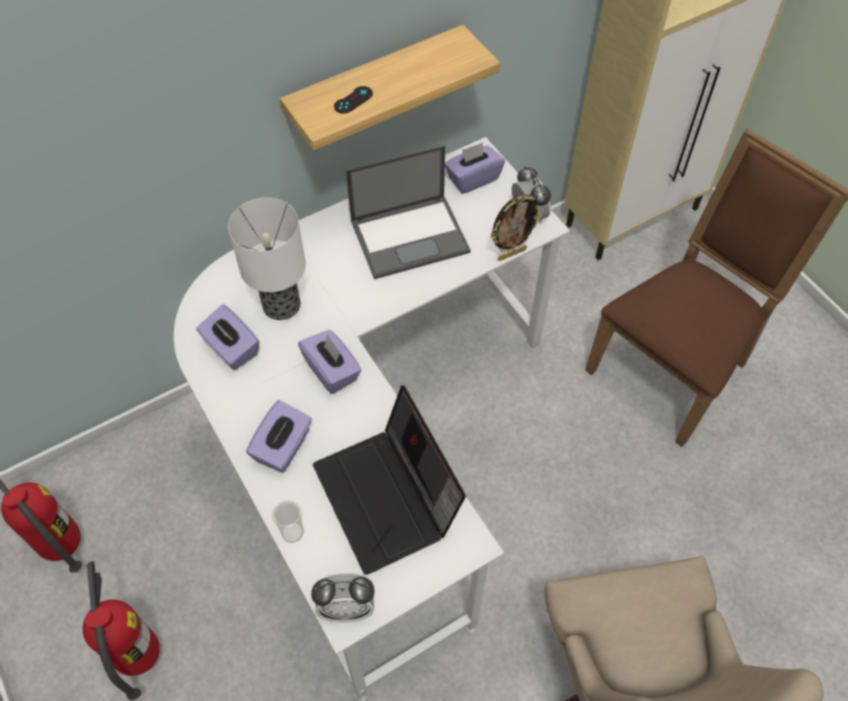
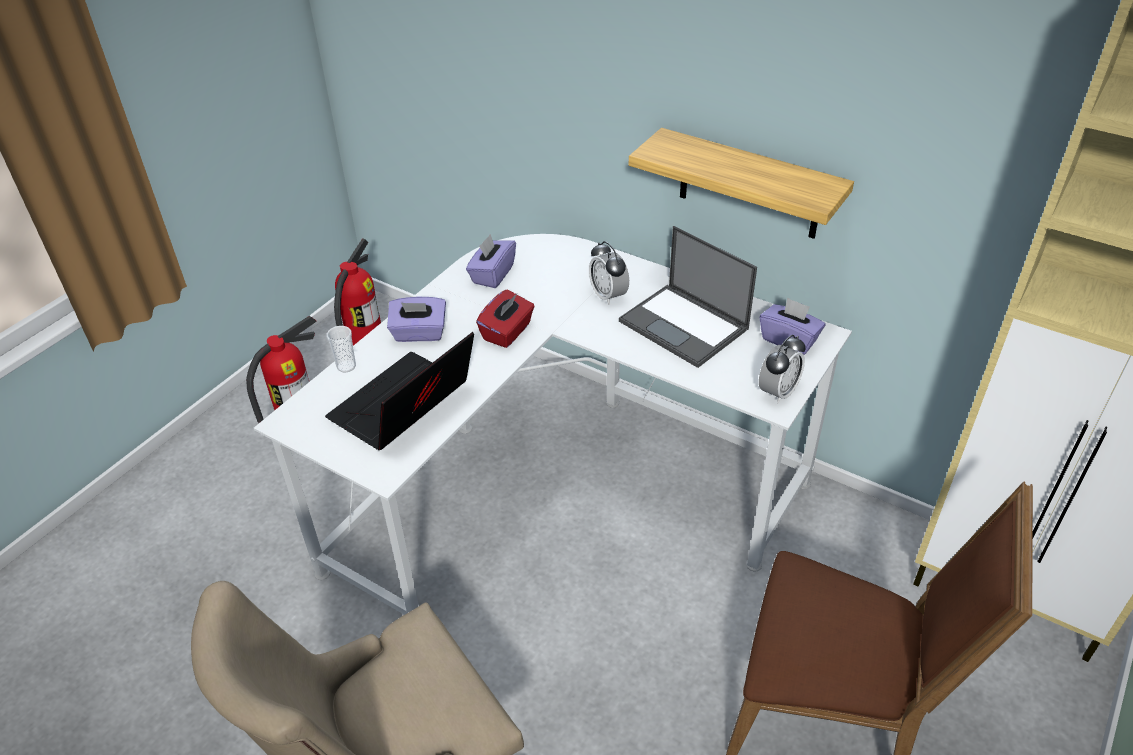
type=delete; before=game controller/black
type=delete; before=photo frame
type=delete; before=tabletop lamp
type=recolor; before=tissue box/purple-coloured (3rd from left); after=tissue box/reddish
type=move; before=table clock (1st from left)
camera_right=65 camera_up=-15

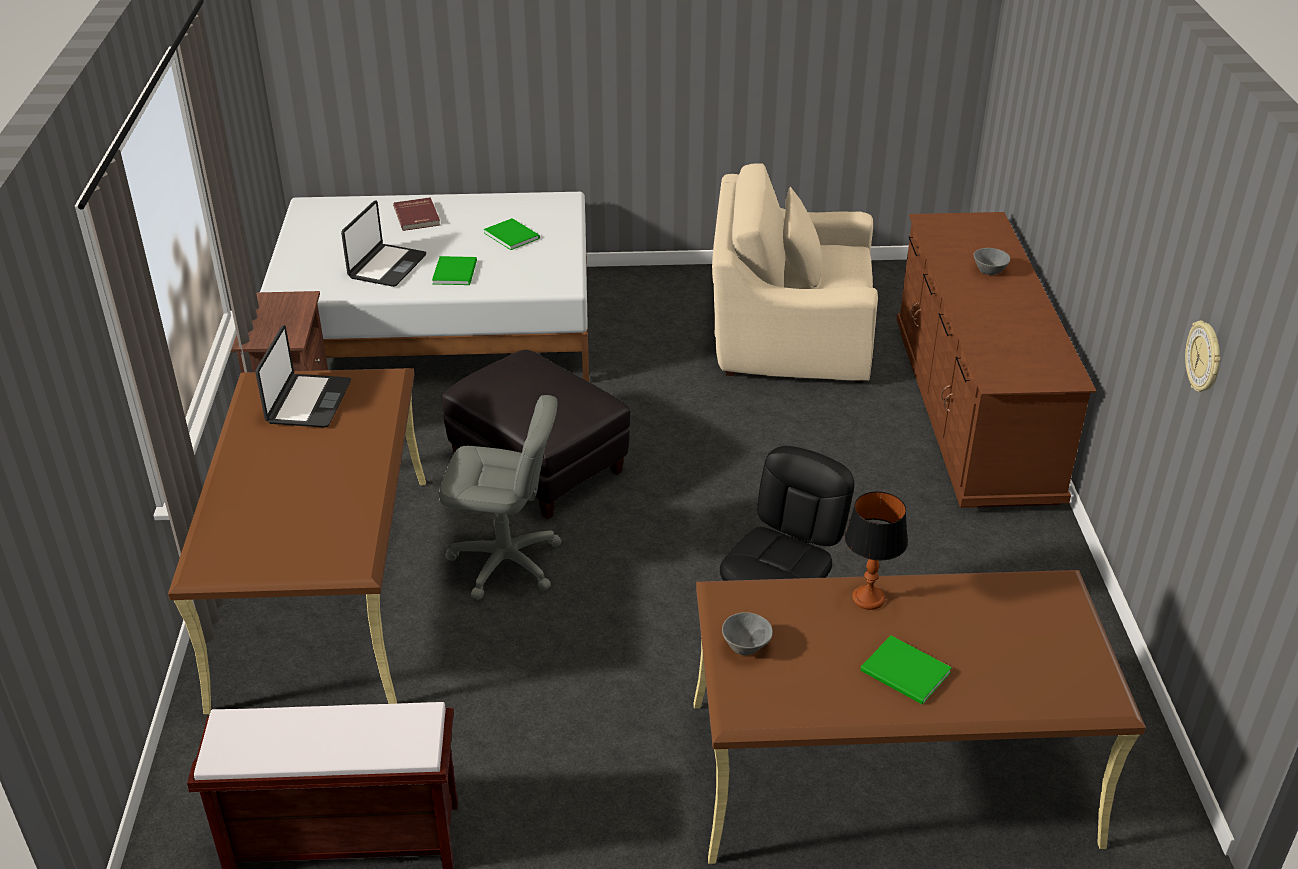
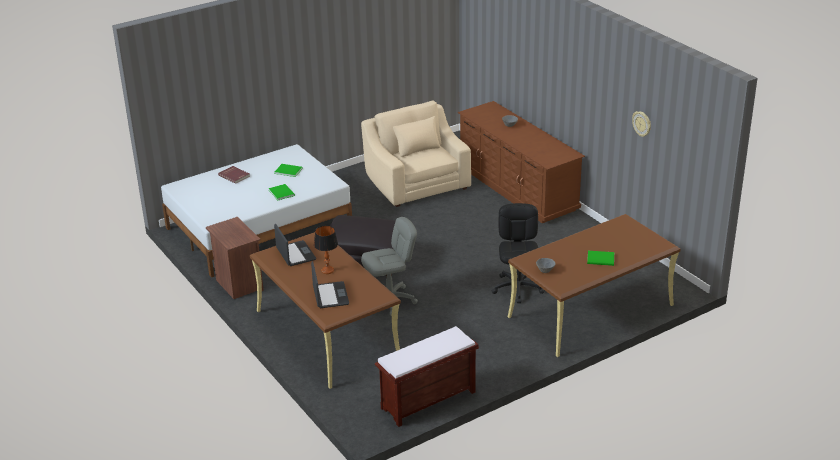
type=rotate; before=armchair/beige; turn=90
type=move; before=notebook computer (2nd from left)
type=move; before=tabletop lamp
camera_right=-30 camera_up=-5

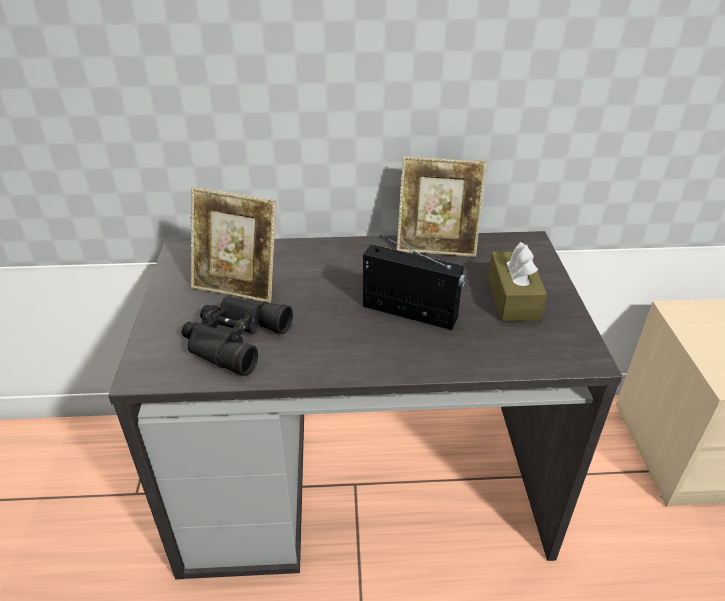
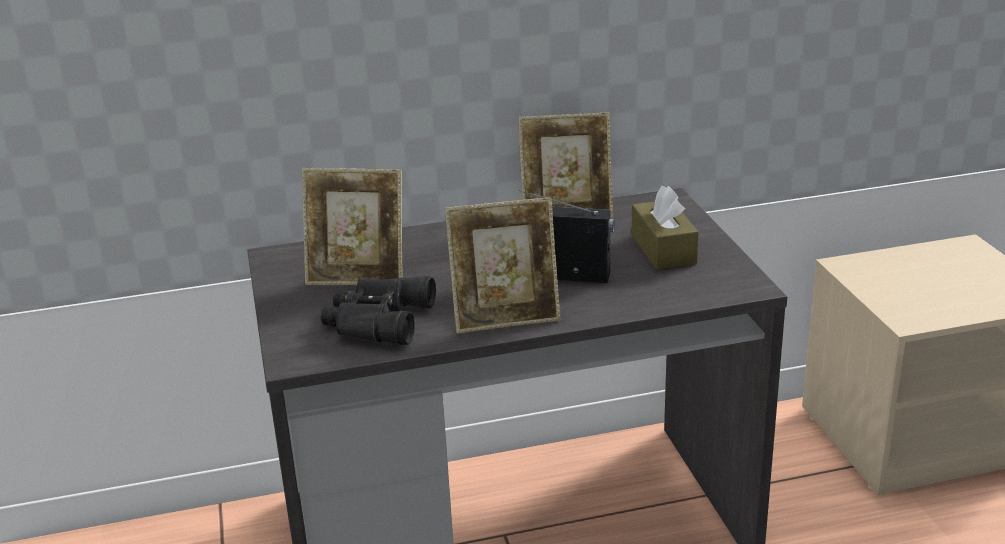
type=insert; after=photo frame (2nd from left)
camera_right=-10 camera_up=-10

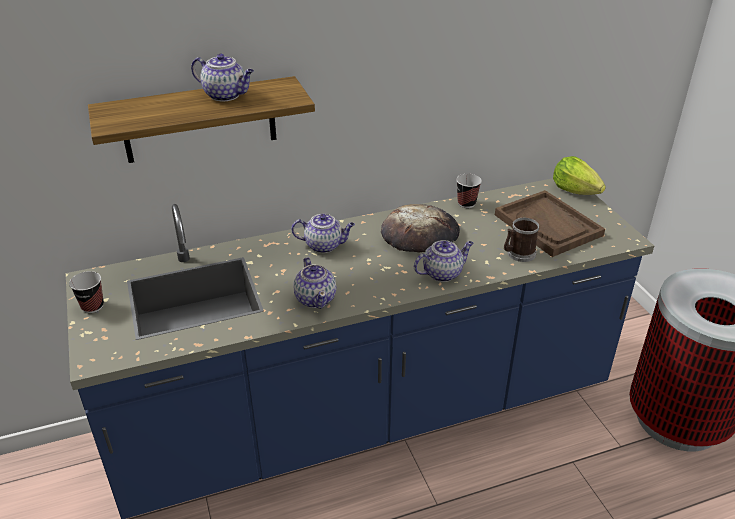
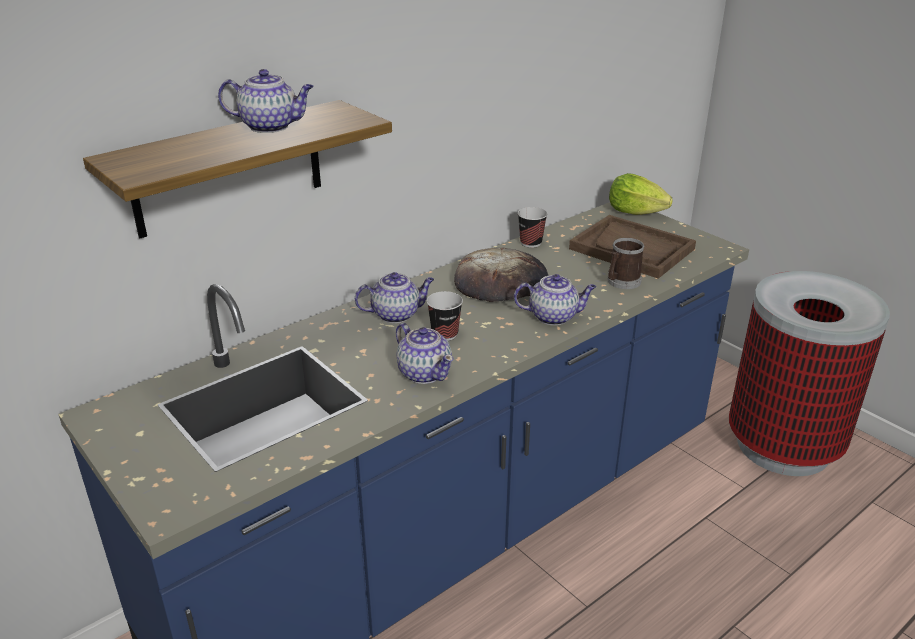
type=rotate; before=pot for tea (4th from left); turn=45
type=move; before=cup (1st from left)
camera_right=-20 camera_up=-5

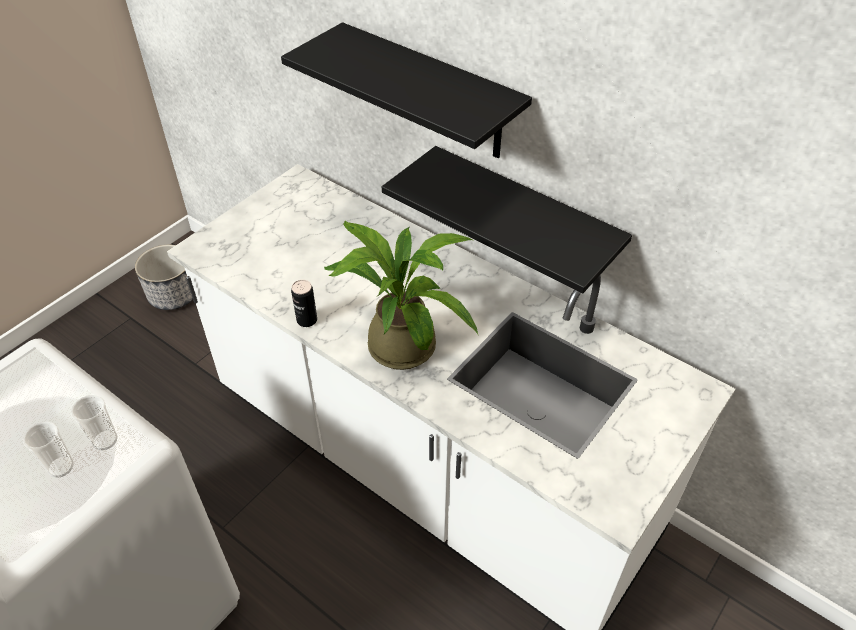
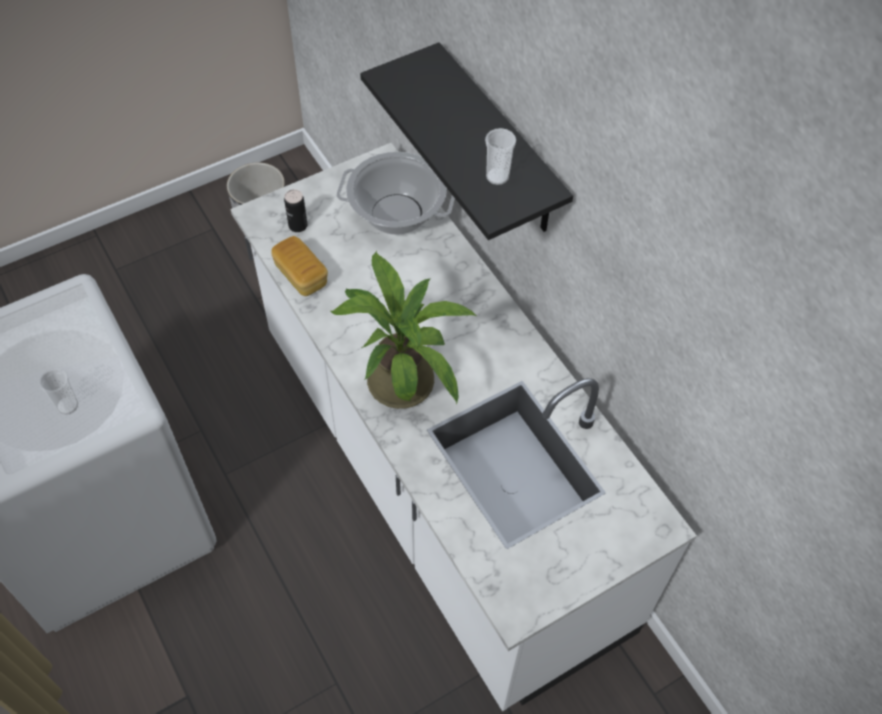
type=delete; before=wall shelf/black (2nd from left)
type=move; before=metal can
type=move; before=cup (2nd from left)
type=insert; after=stockpot
type=insert; after=baked bread
camera_right=20 camera_up=10

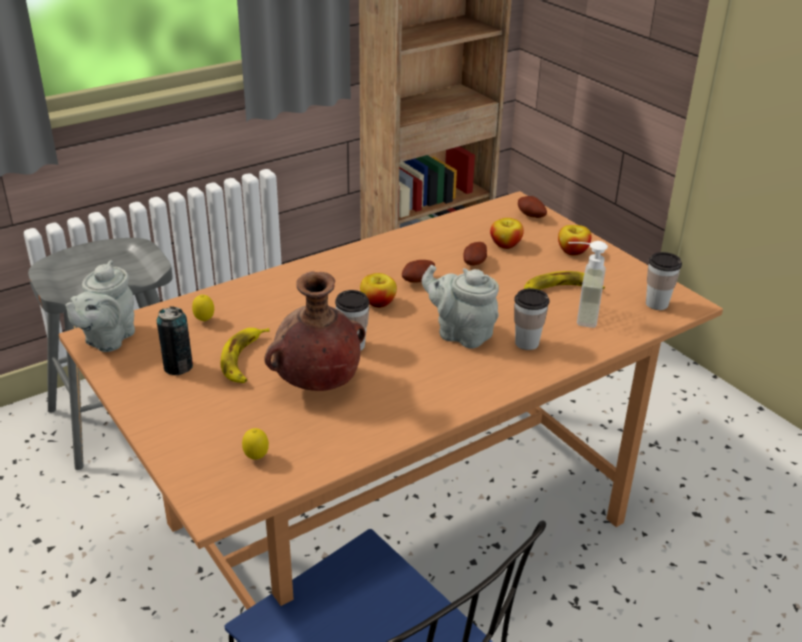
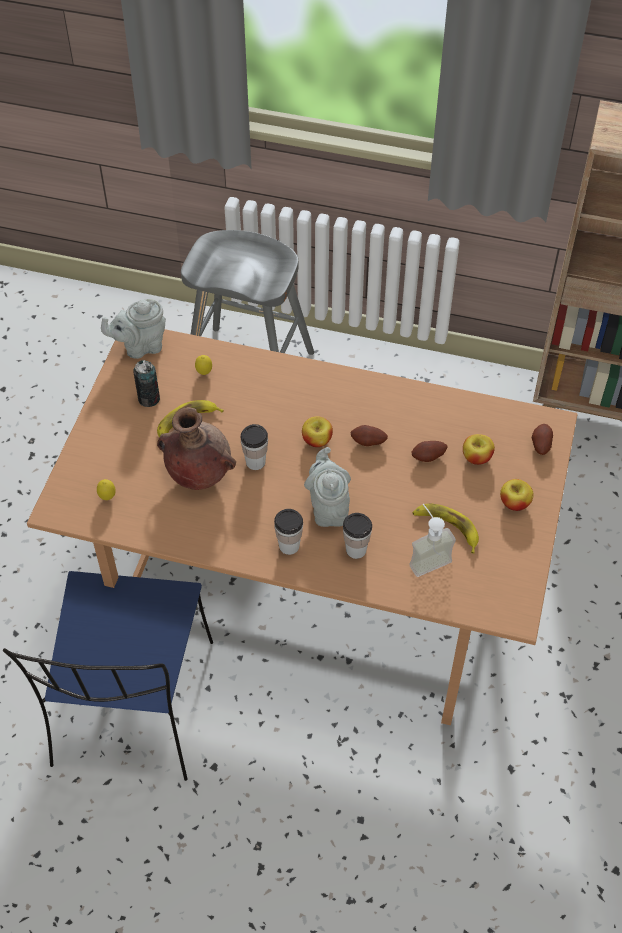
type=move; before=cup (3rd from left in the first image); after=cup (2nd from left)
camera_right=50 camera_up=20

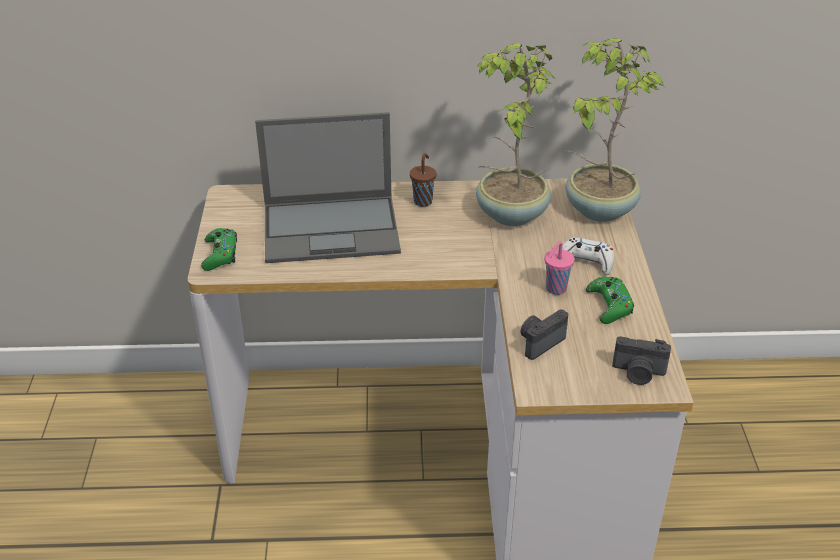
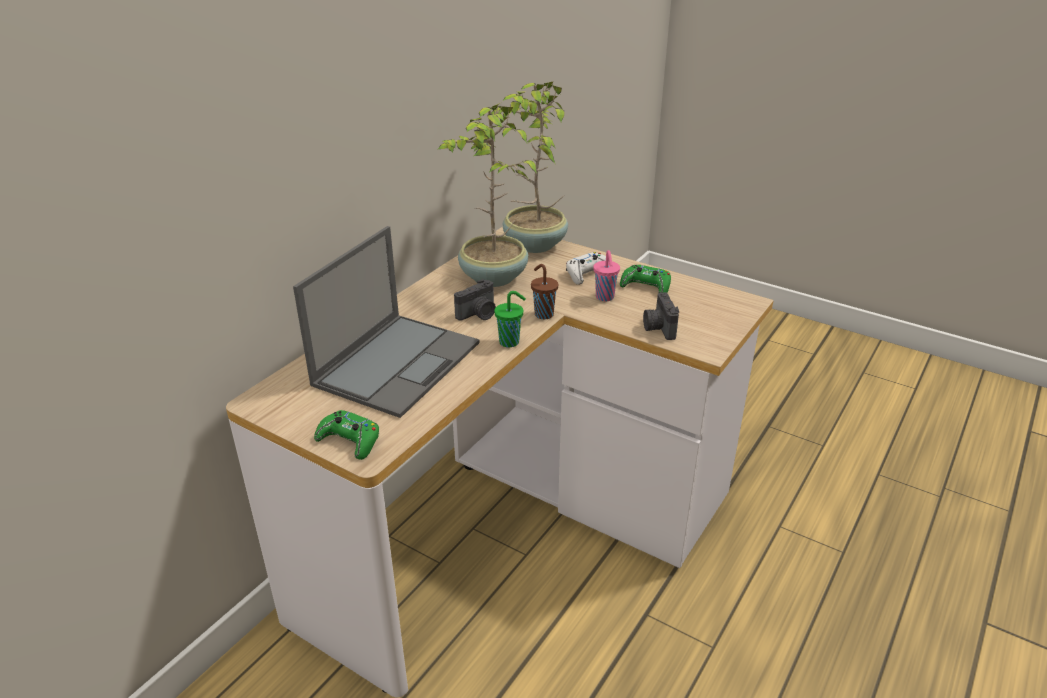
type=move; before=cup/brown-coloured
type=move; before=photo camera (2nd from left in the first image); after=photo camera (1st from left)
type=insert; after=cup/greenish
camera_right=-55 camera_up=-5

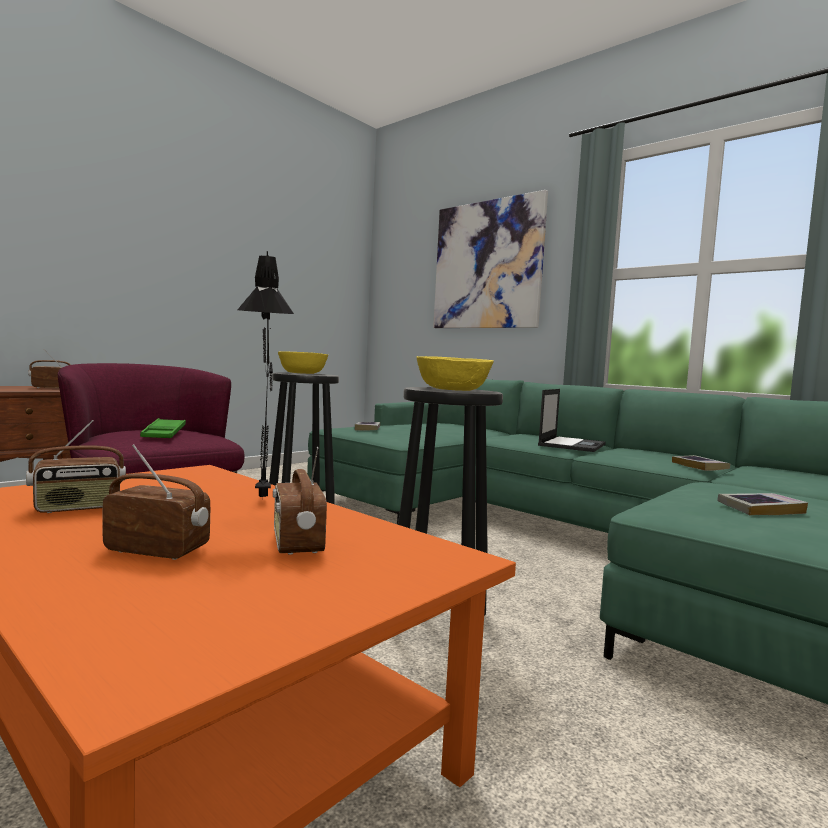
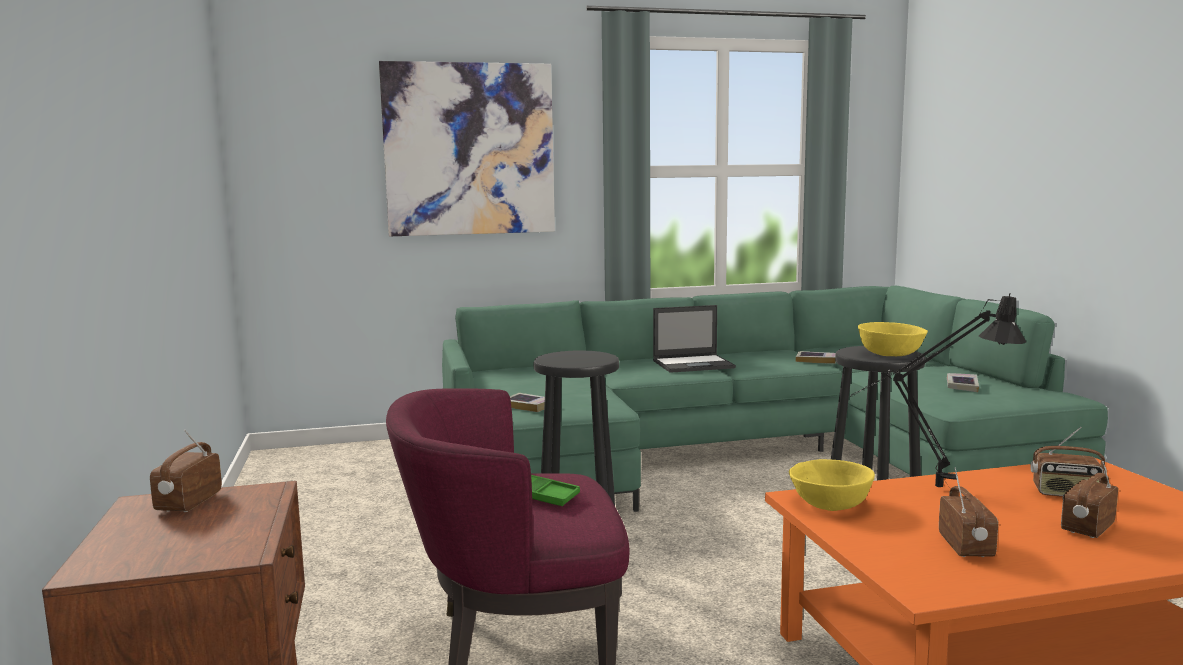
type=move; before=bowl/yellow-coloured (1st from left)
type=rotate; before=notebook computer; turn=105
camera_right=-55 camera_up=5

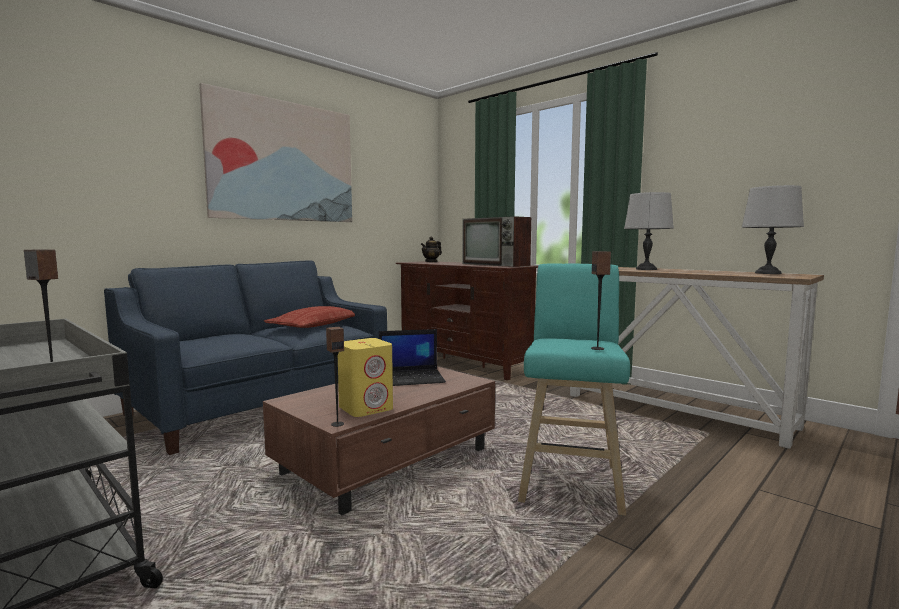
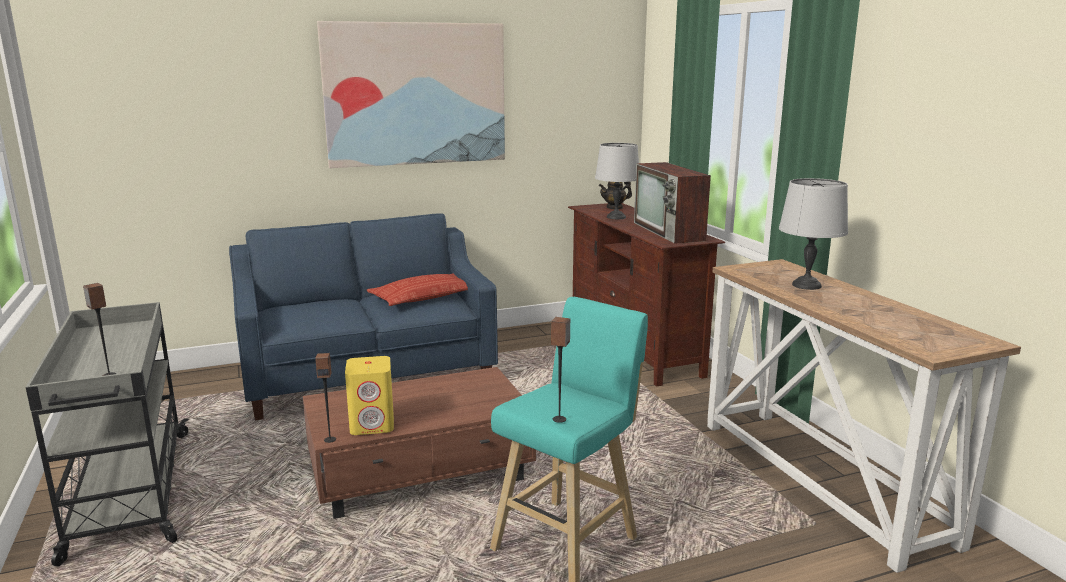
type=move; before=tabletop lamp/grey (2nd from left in the first image); after=tabletop lamp/grey (1st from left)
type=delete; before=notebook computer
camera_right=25 camera_up=10

